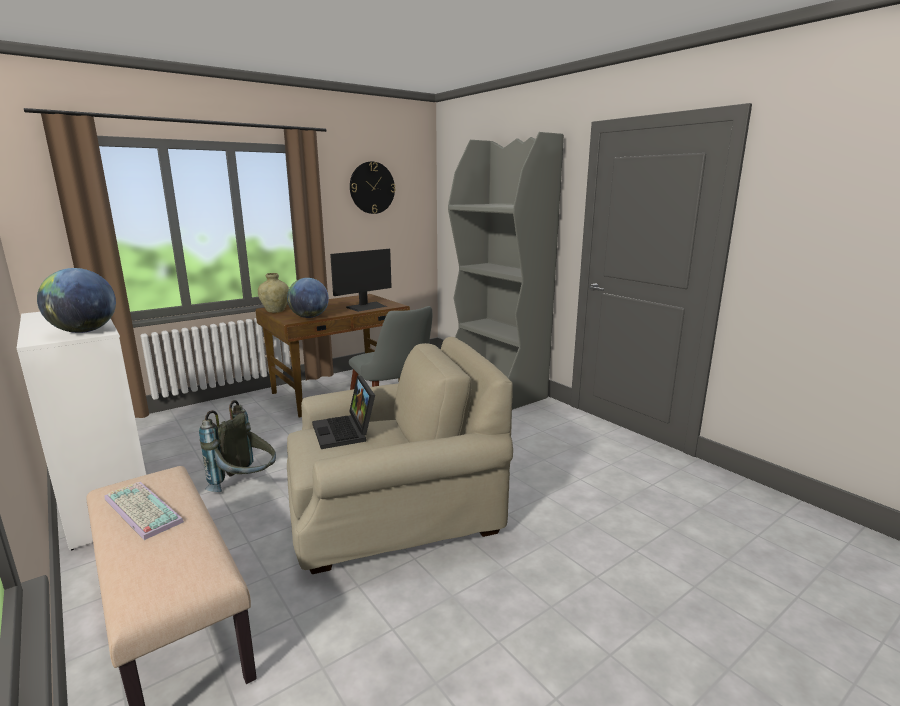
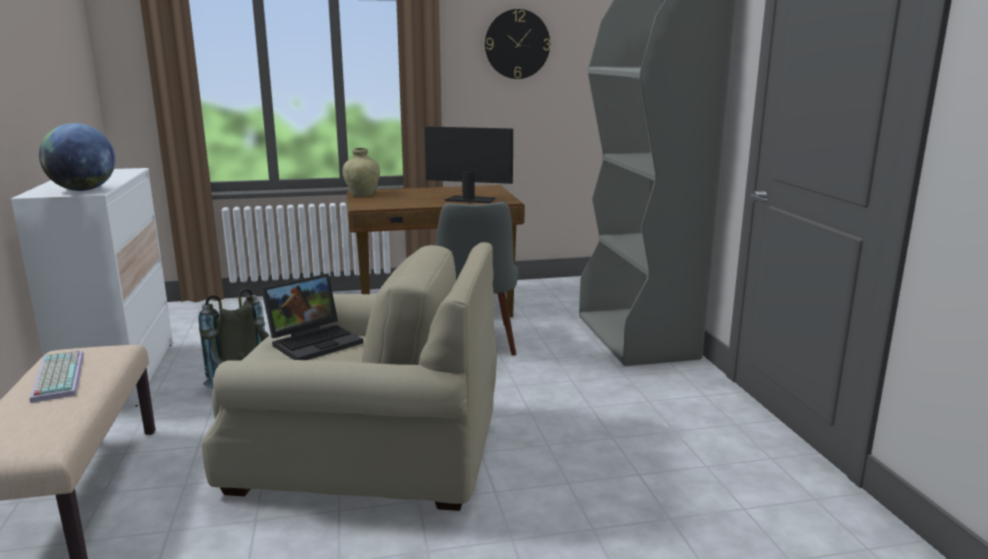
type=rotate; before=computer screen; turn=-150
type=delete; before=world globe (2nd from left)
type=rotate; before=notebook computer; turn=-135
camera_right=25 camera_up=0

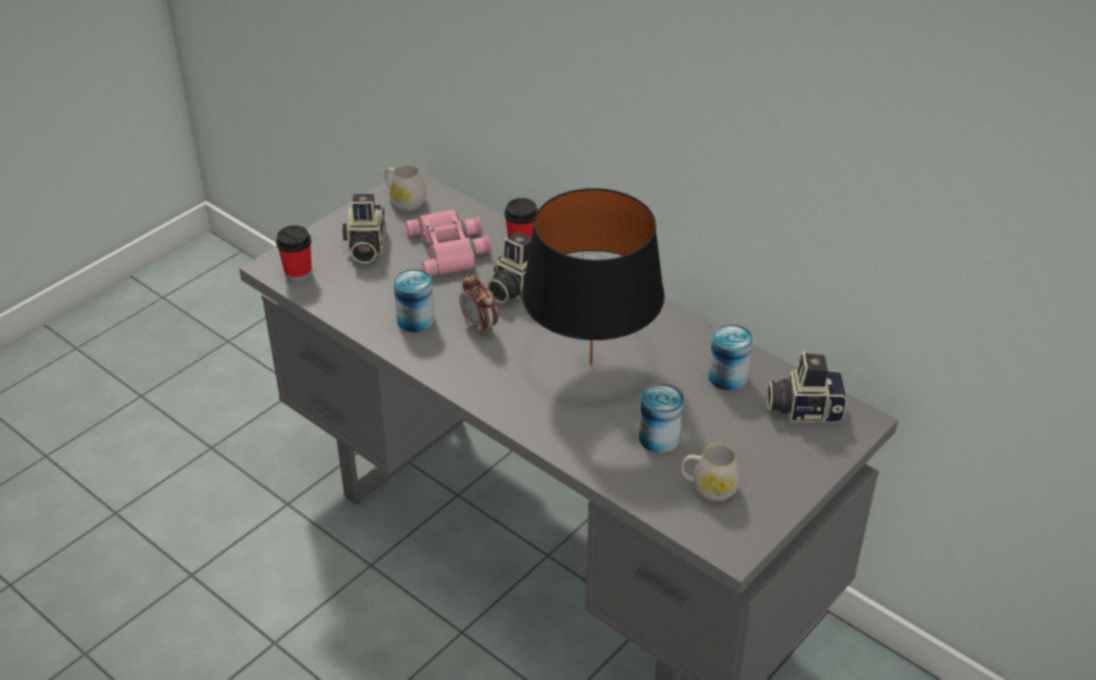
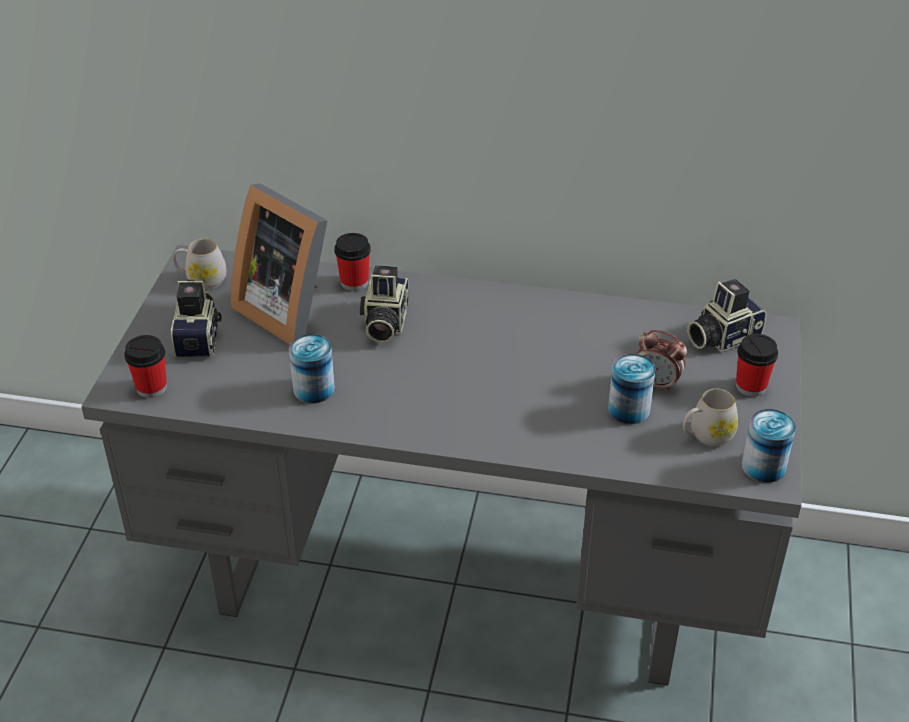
type=delete; before=tabletop lamp/black
type=rotate; before=photo camera (1st from left); turn=-150
type=replace; before=field glasses/pink; after=photo frame
type=move; before=table clock
type=move; before=metal can (3rd from left)
type=insert; after=cup (3rd from left)
camera_right=-30 camera_up=0

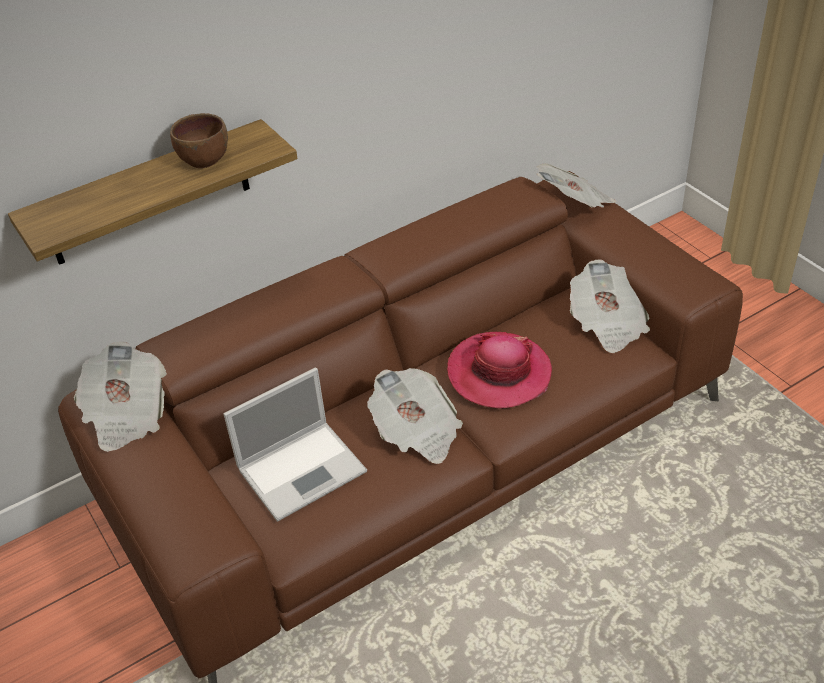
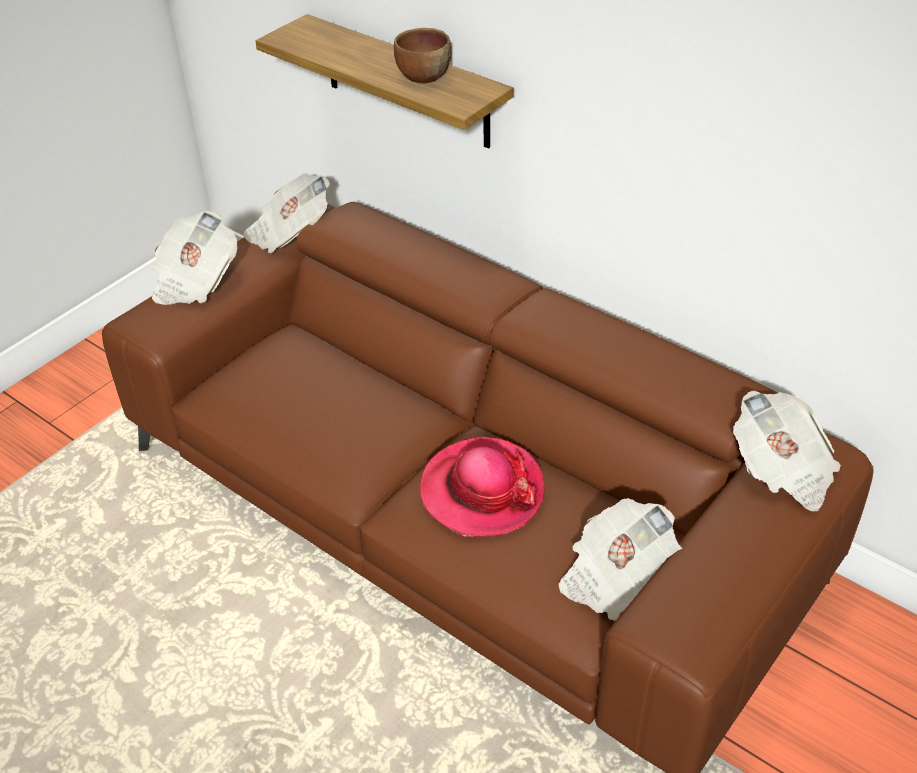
type=delete; before=notebook computer
type=move; before=printed paper (2nd from left in the first image); after=printed paper (1st from left)
camera_right=70 camera_up=0

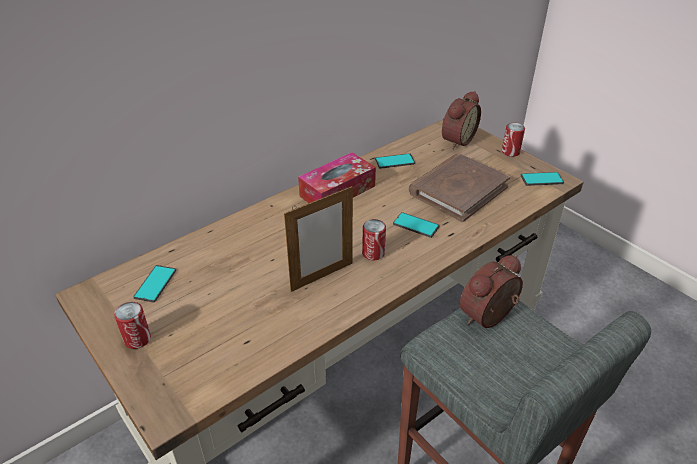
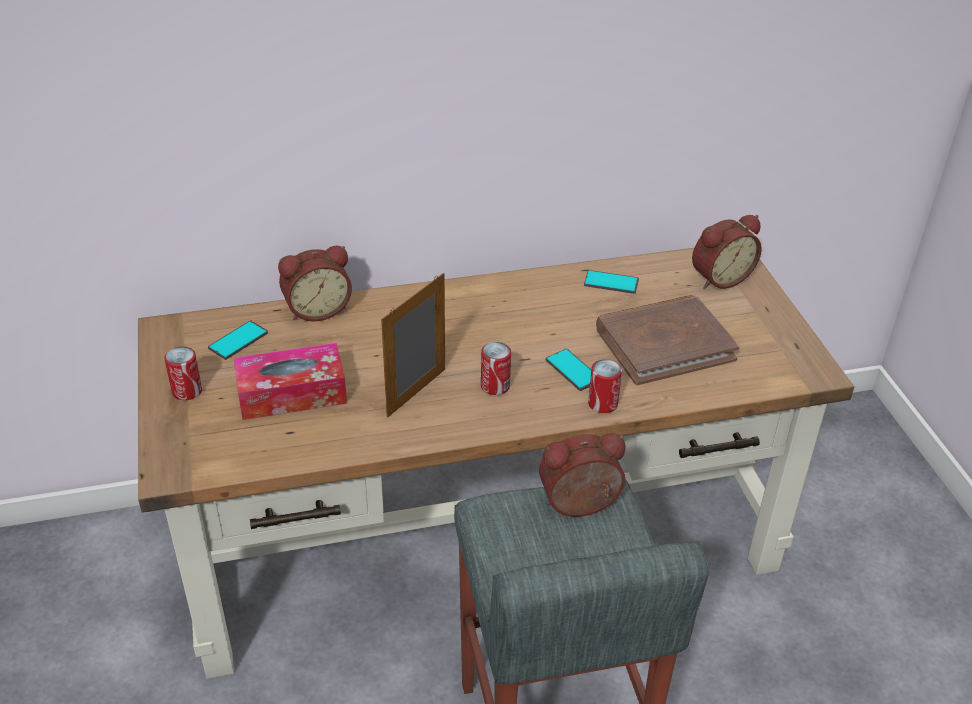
type=move; before=metal can (3rd from left)
type=move; before=tissue box
type=delete; before=telephone (4th from left)
type=rotate; before=photo frame; turn=135
type=insert; after=table clock (1st from left)
camera_right=25 camera_up=0

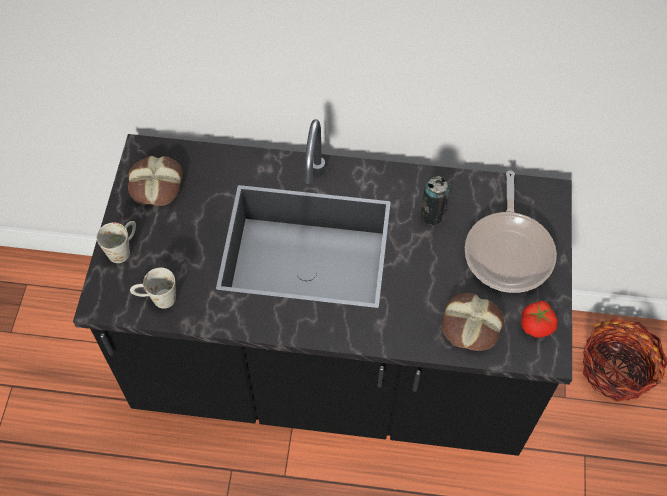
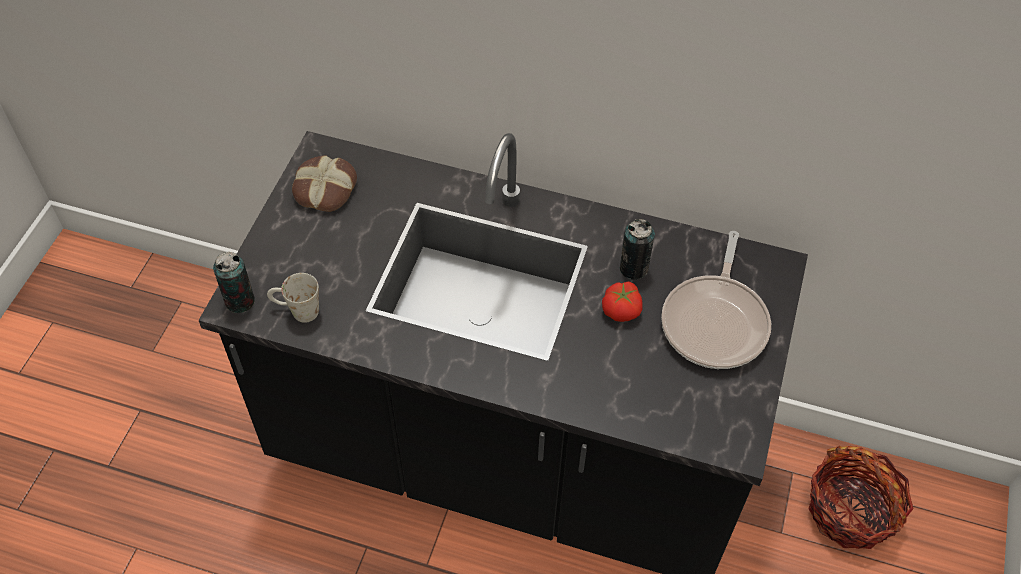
type=delete; before=tea mug/white-coloured (1st from left)
type=delete; before=baked bread (2nd from left)
type=move; before=fresh tomato
type=insert; after=metal can (1st from left)
camera_right=10 camera_up=-5

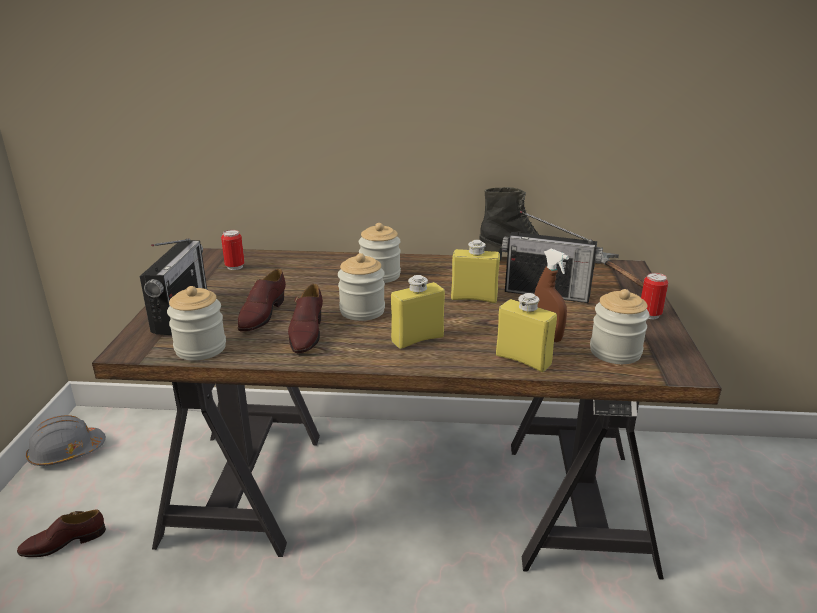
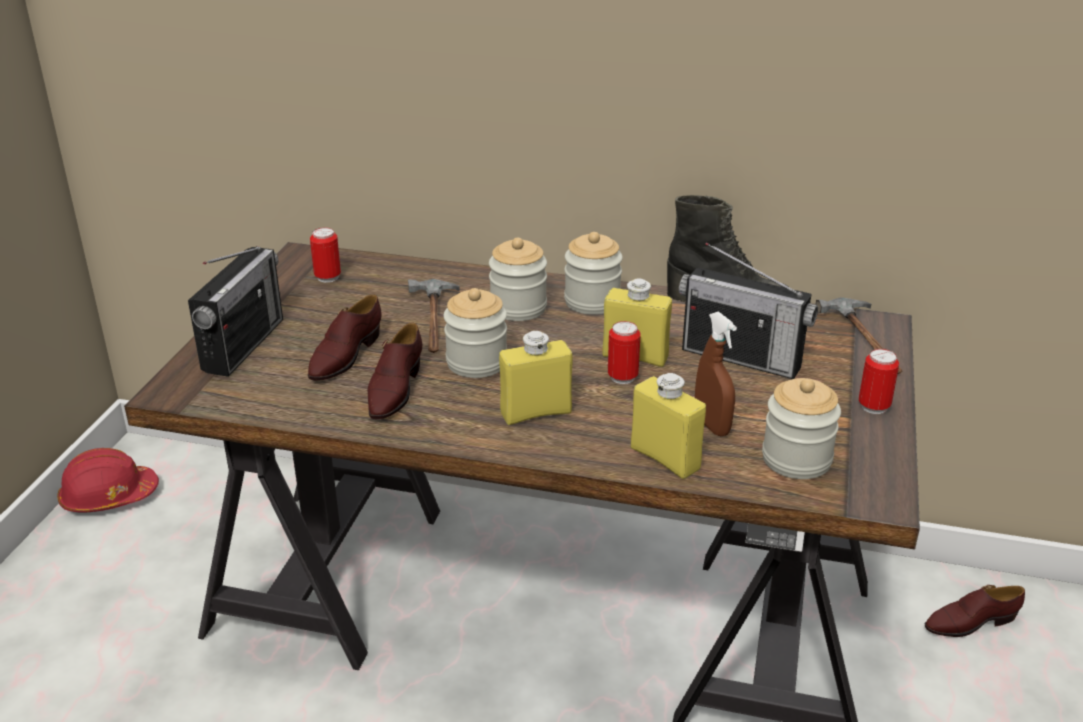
type=move; before=storage jar (1st from left in the first image); after=storage jar (3rd from left)
type=recolor; before=safety helmet/grey; after=safety helmet/reddish
type=move; before=shoe/brown-coloured (1st from left in the first image); after=shoe/brown-coloured (3rd from left)
type=insert; after=hand hammer (1st from left)
type=insert; after=metal can (2nd from left)
camera_right=10 camera_up=5

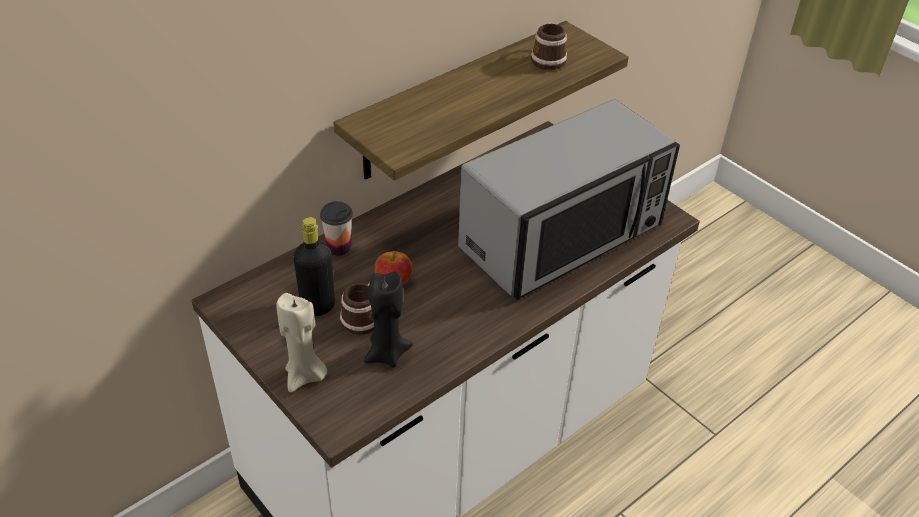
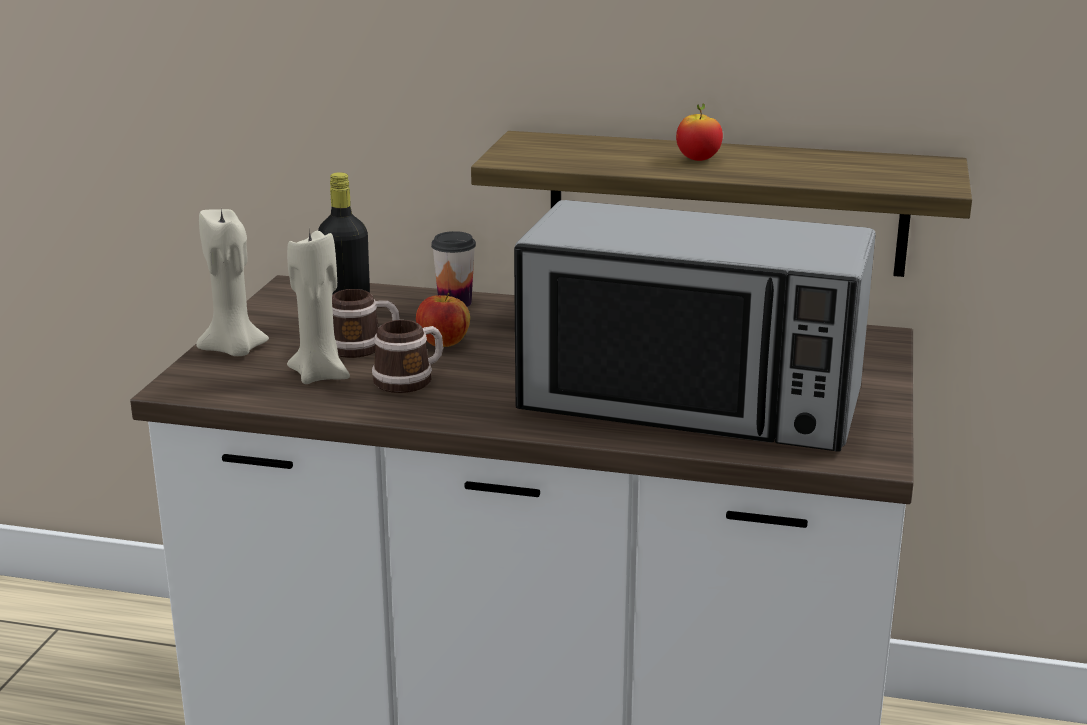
type=move; before=tea mug (2nd from left)
type=recolor; before=wax light/black; after=wax light/beige (2nd from left)
type=insert; after=apple (2nd from left)
camera_right=55 camera_up=-20

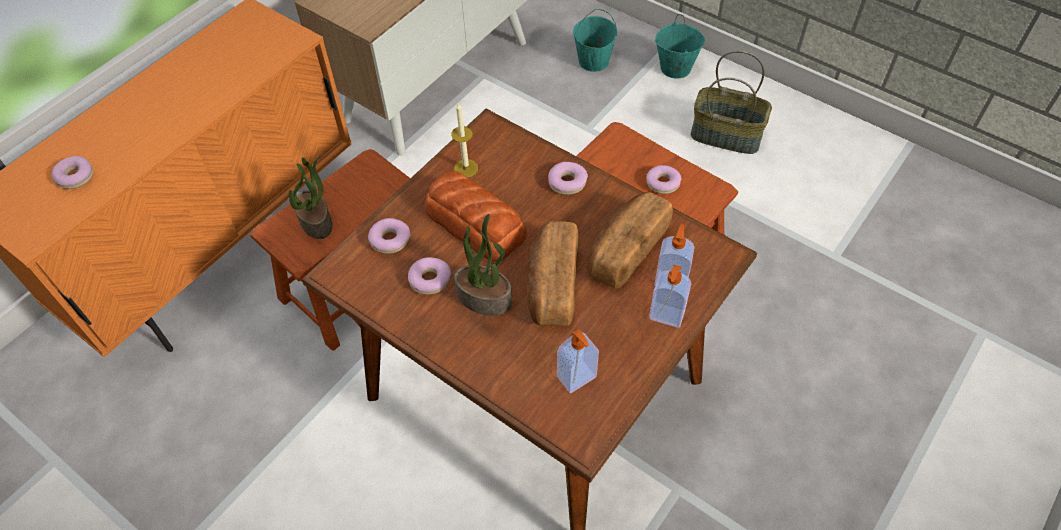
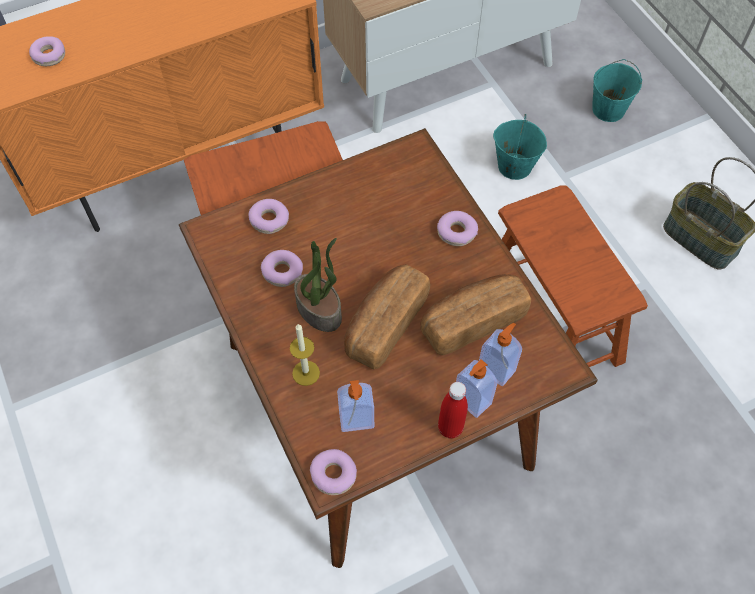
type=move; before=bucket/blue-green (2nd from left in the first image); after=bucket/blue-green (1st from left)
type=move; before=wax light
type=delete; before=potted plant (1st from left)
type=move; before=donut (5th from left in the first image); after=donut (4th from left)
type=delete; before=baked bread (1st from left)
type=insert; after=bottle/reddish
camera_right=25 camera_up=5

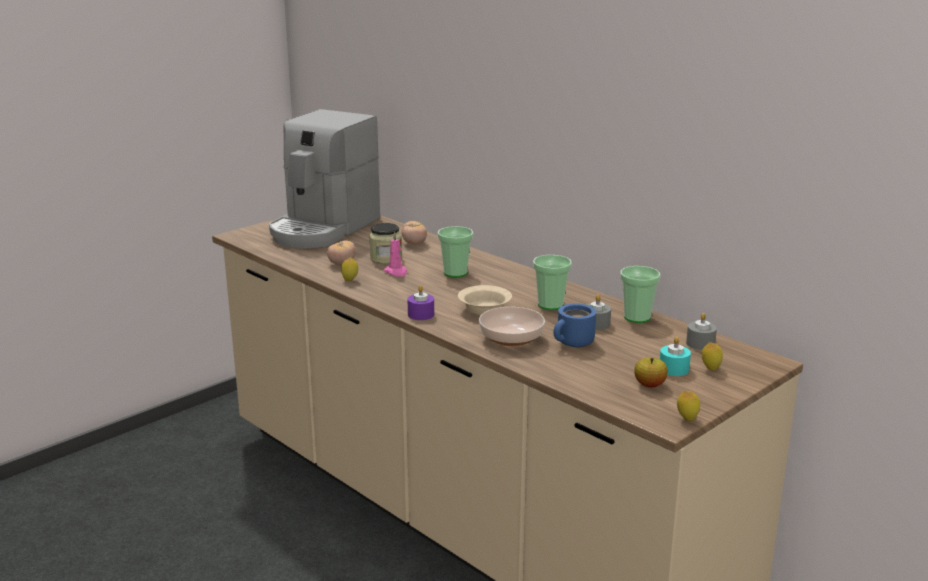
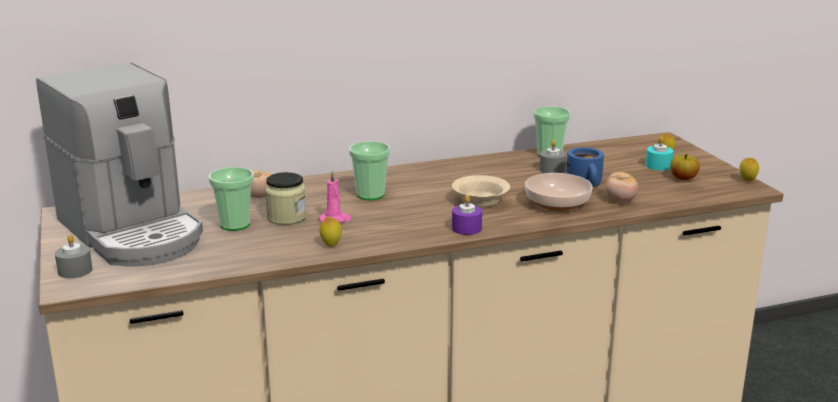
type=move; before=fresh tomato (1st from left in the first image); after=fresh tomato (2nd from left)
type=move; before=cup (2nd from left in the first image); after=cup (1st from left)
type=move; before=wax light/grey (2nd from left in the first image); after=wax light/grey (1st from left)
camera_right=-65 camera_up=0

